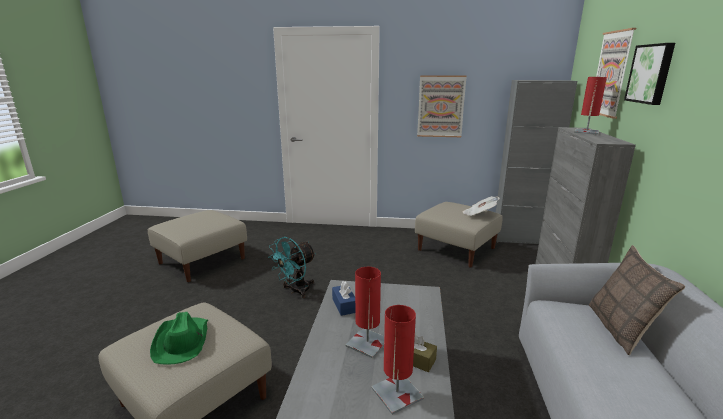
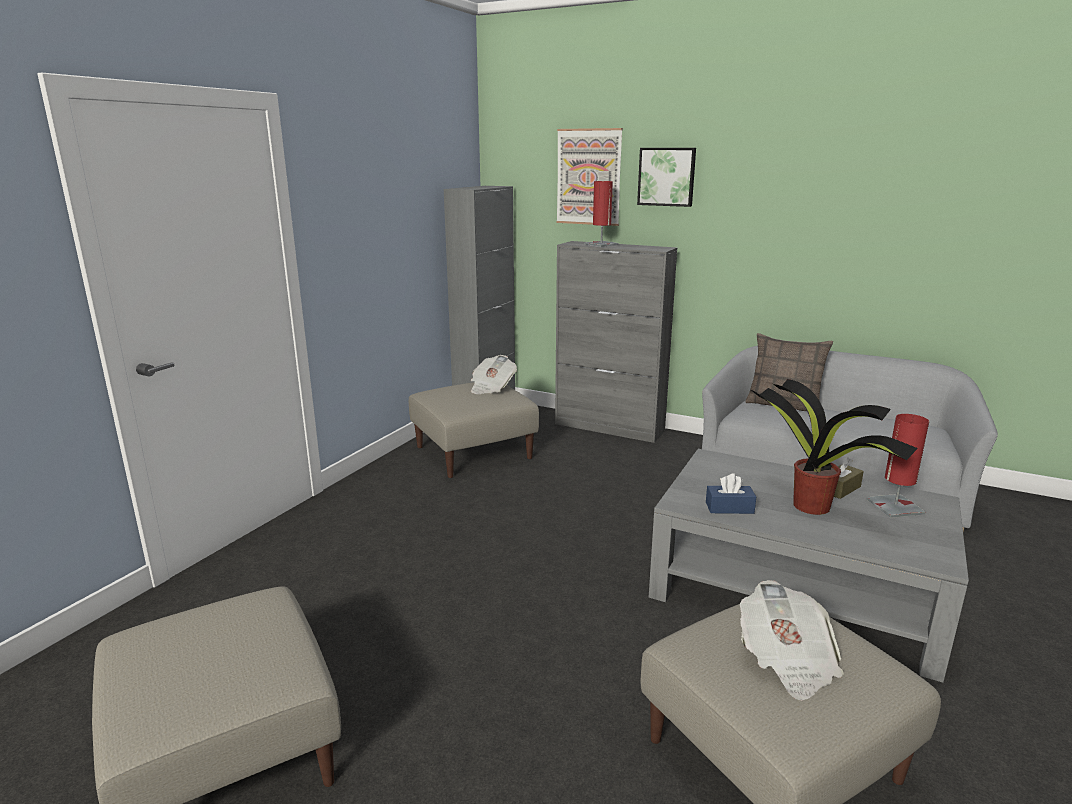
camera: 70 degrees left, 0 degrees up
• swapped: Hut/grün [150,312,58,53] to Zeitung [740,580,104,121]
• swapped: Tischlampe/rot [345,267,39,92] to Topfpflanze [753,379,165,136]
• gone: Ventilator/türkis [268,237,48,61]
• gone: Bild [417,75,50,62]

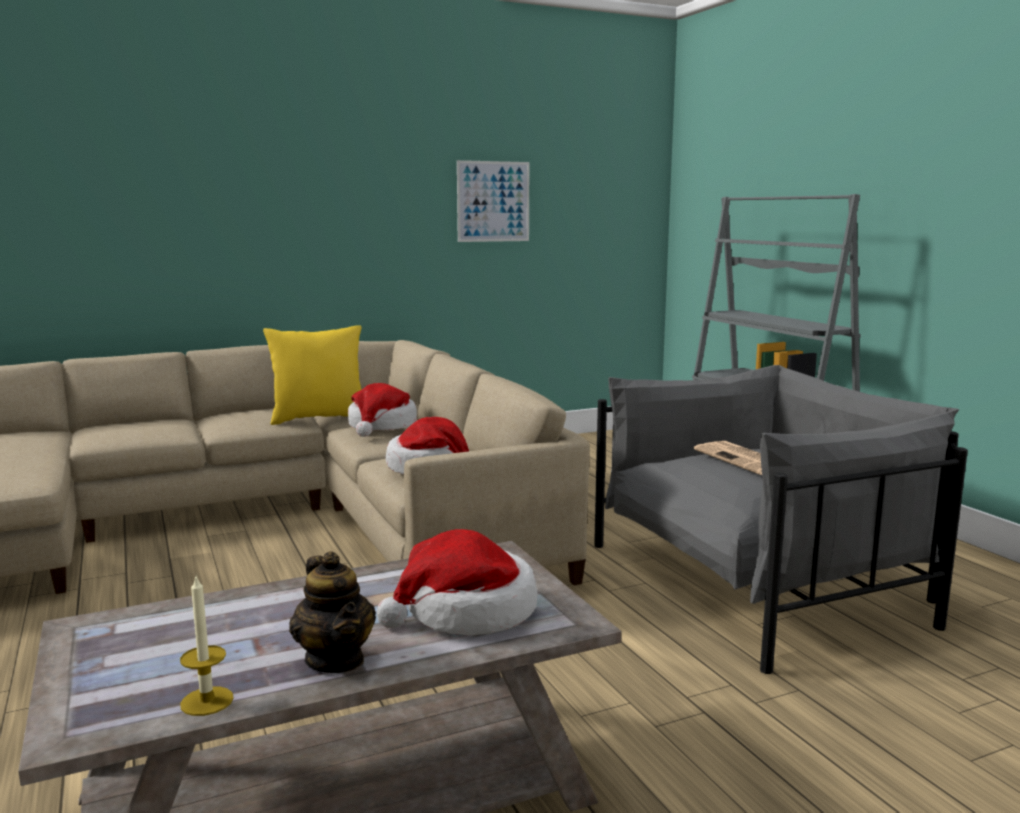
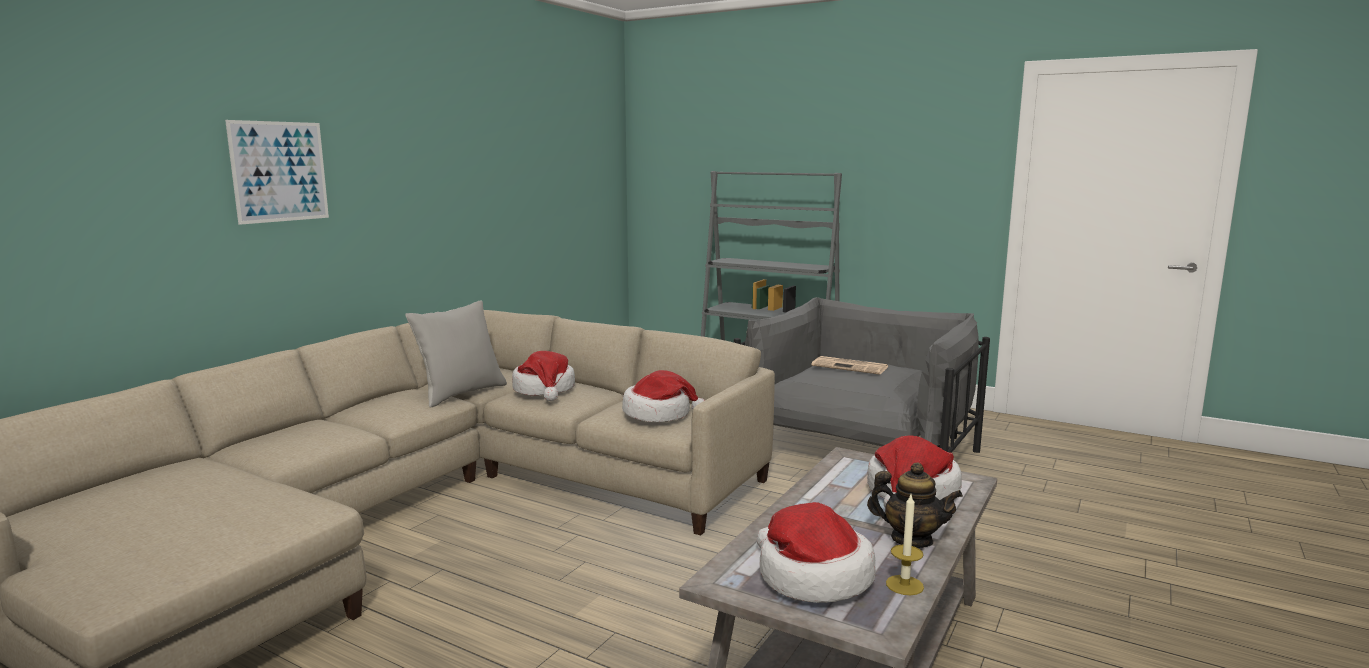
camera: 35 degrees left, 0 degrees up
• shifted: Bild [457,160,72,82] to [225,120,104,105]
• repainted: Kissen/gelb [263,325,98,100] to Kissen/grau [405,301,102,107]
• new: Hut [757,502,119,101]

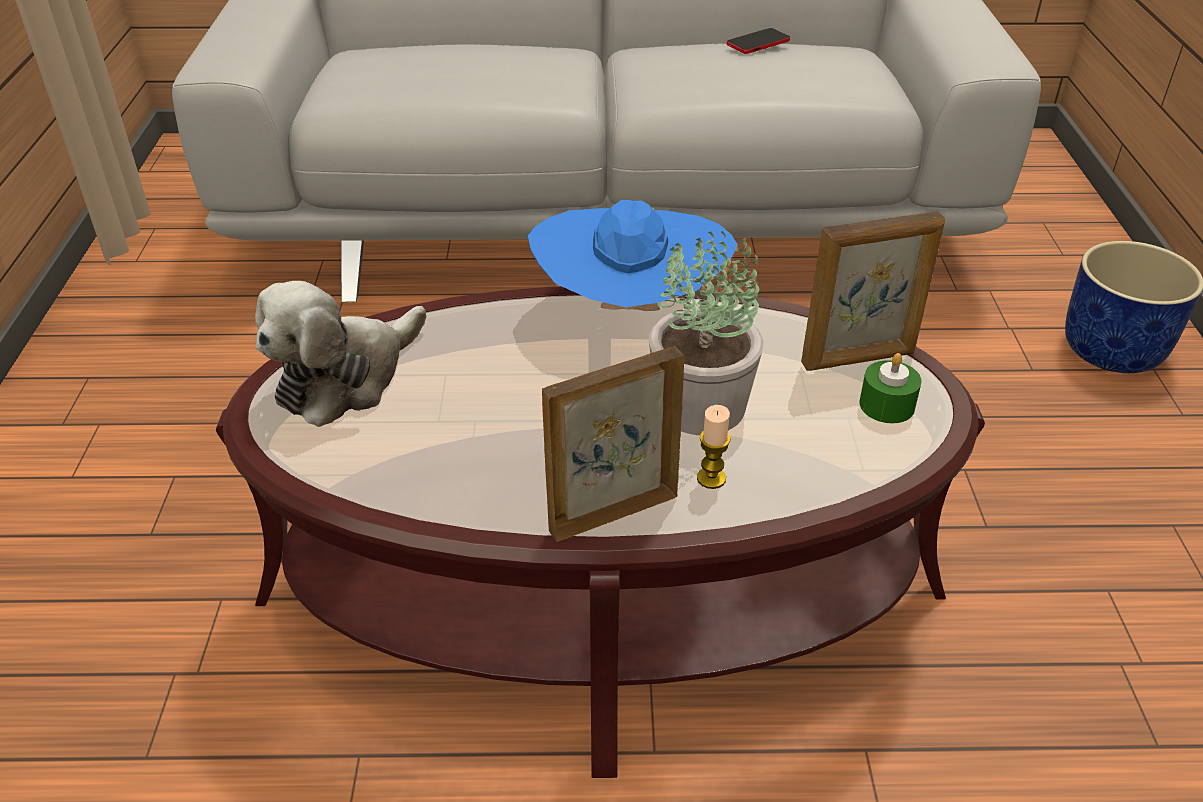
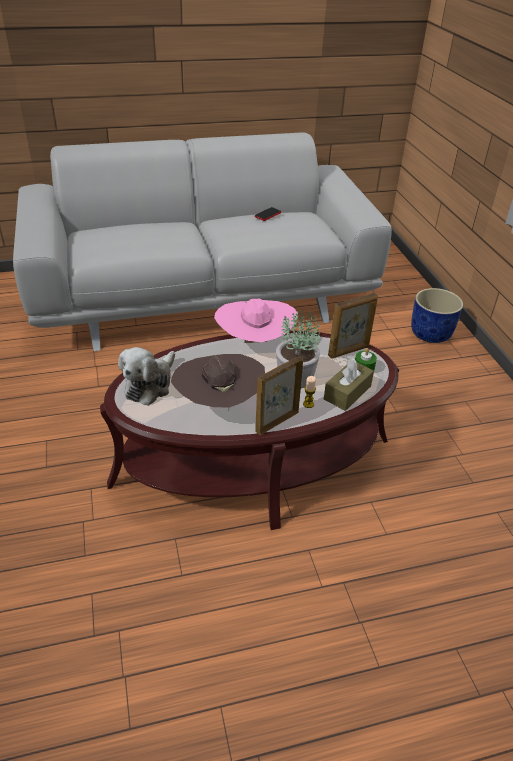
camera: 15 degrees left, 0 degrees up
• new: Hut/braun [171,354,94,57]
• repainted: Hut/blau [528,200,210,111] to Hut/rosa [214,299,83,44]
• new: Taschentuchbox/braun [324,358,50,53]

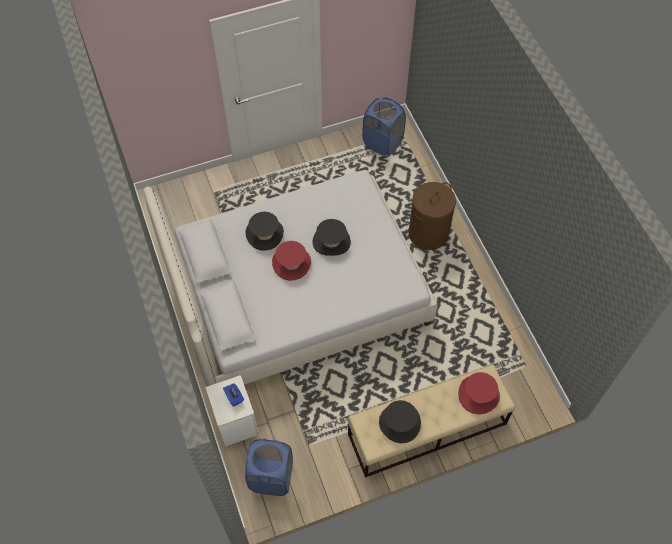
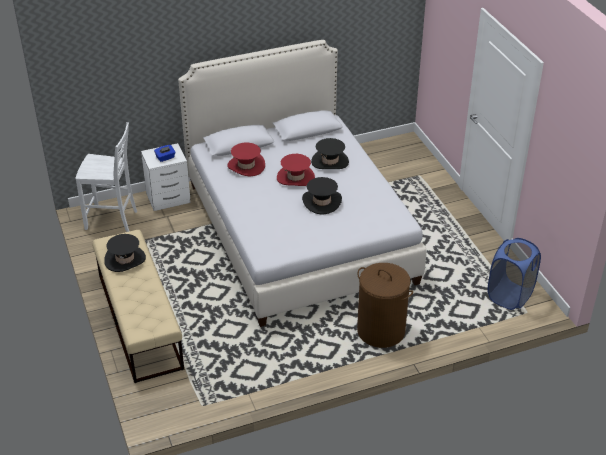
camera: 90 degrees right, 20 degrees down
• swapped: Wäschekorb/blau [245,439,48,57] to Stuhl/weiß [76,122,61,110]
• shifted: Hut/rot [458,372,42,42] to [228,142,37,35]

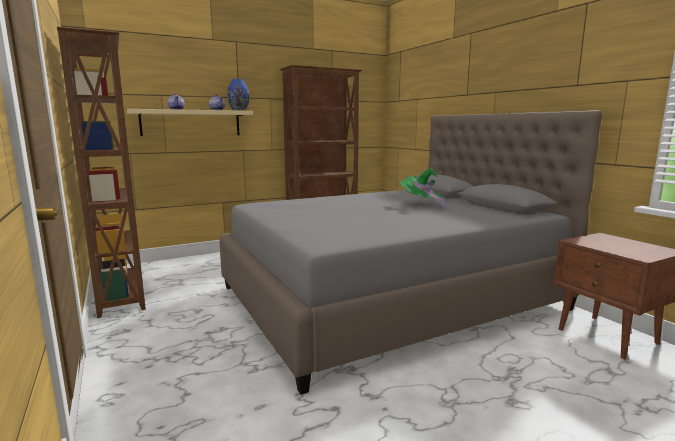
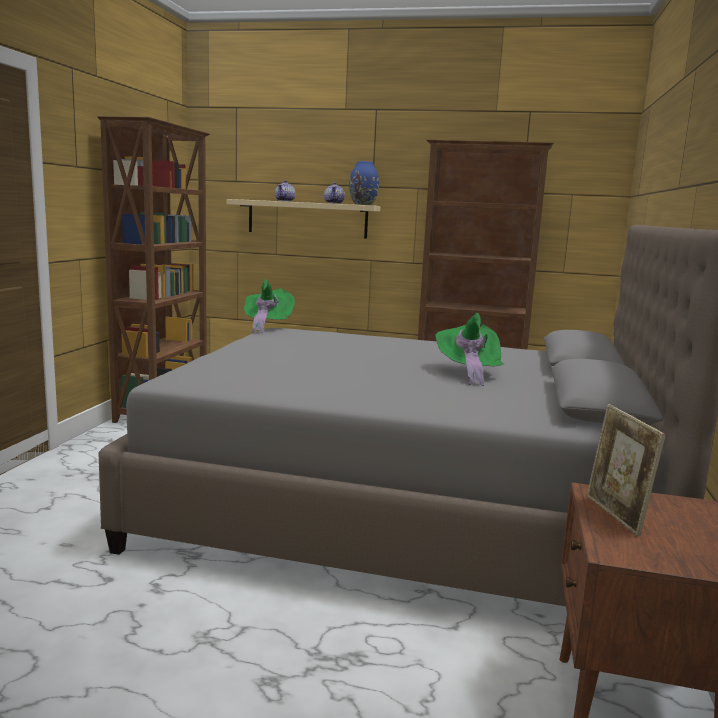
camera: 40 degrees right, 0 degrees up
• new: Hut/grün [244,279,51,54]
• new: Bilderrahmen [586,404,80,132]

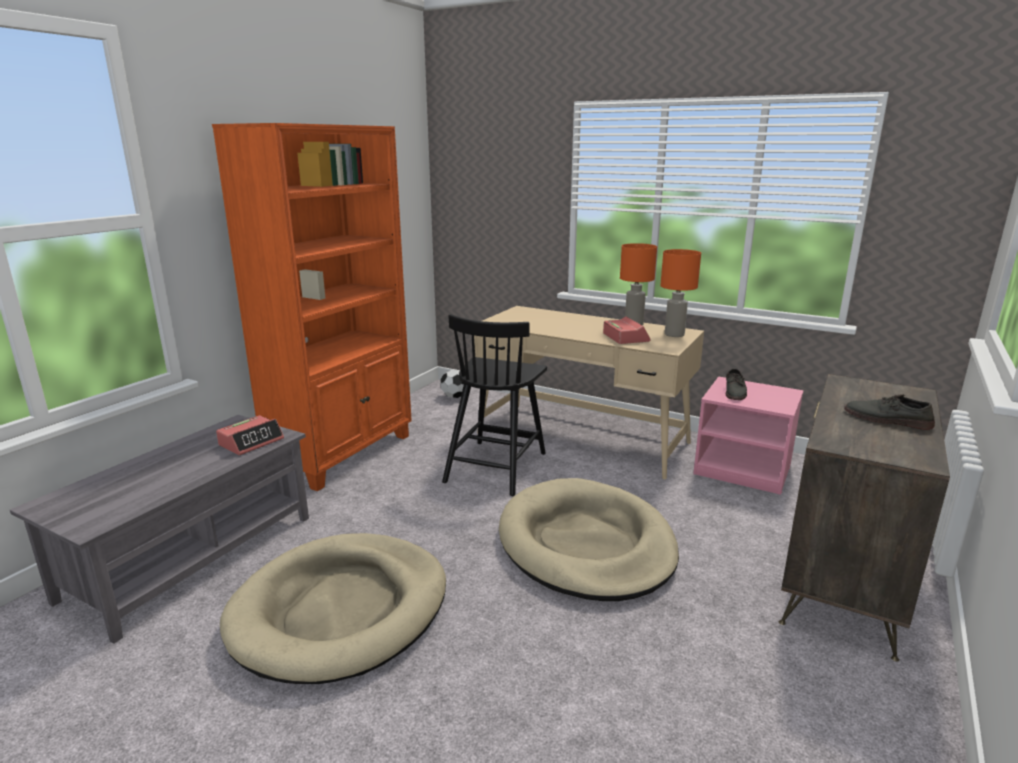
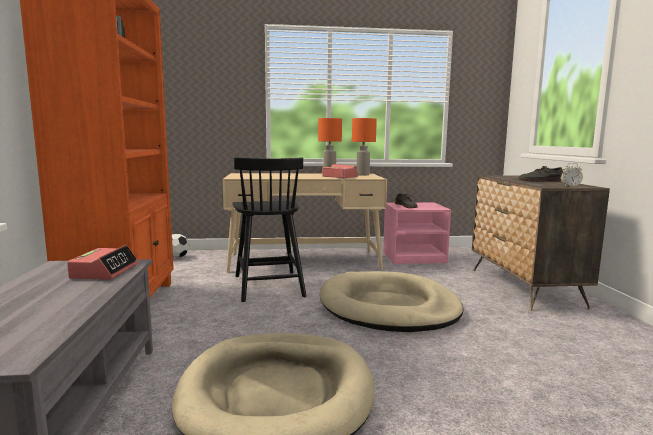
camera: 35 degrees left, 10 degrees down
• new: Wecker [561,163,22,24]

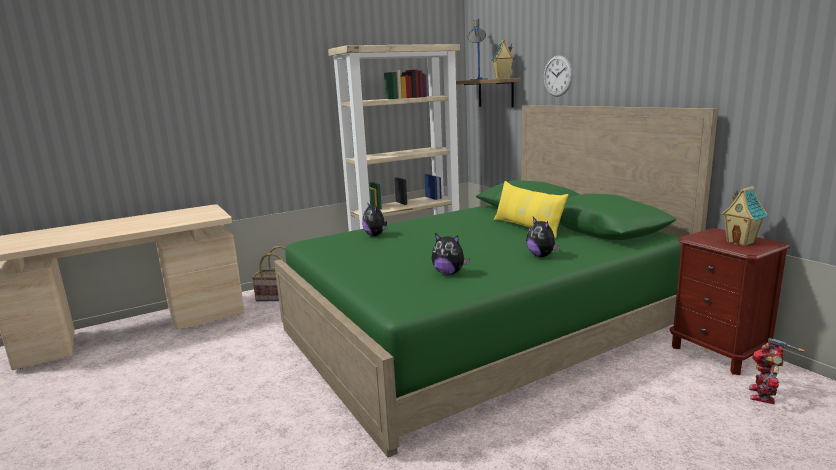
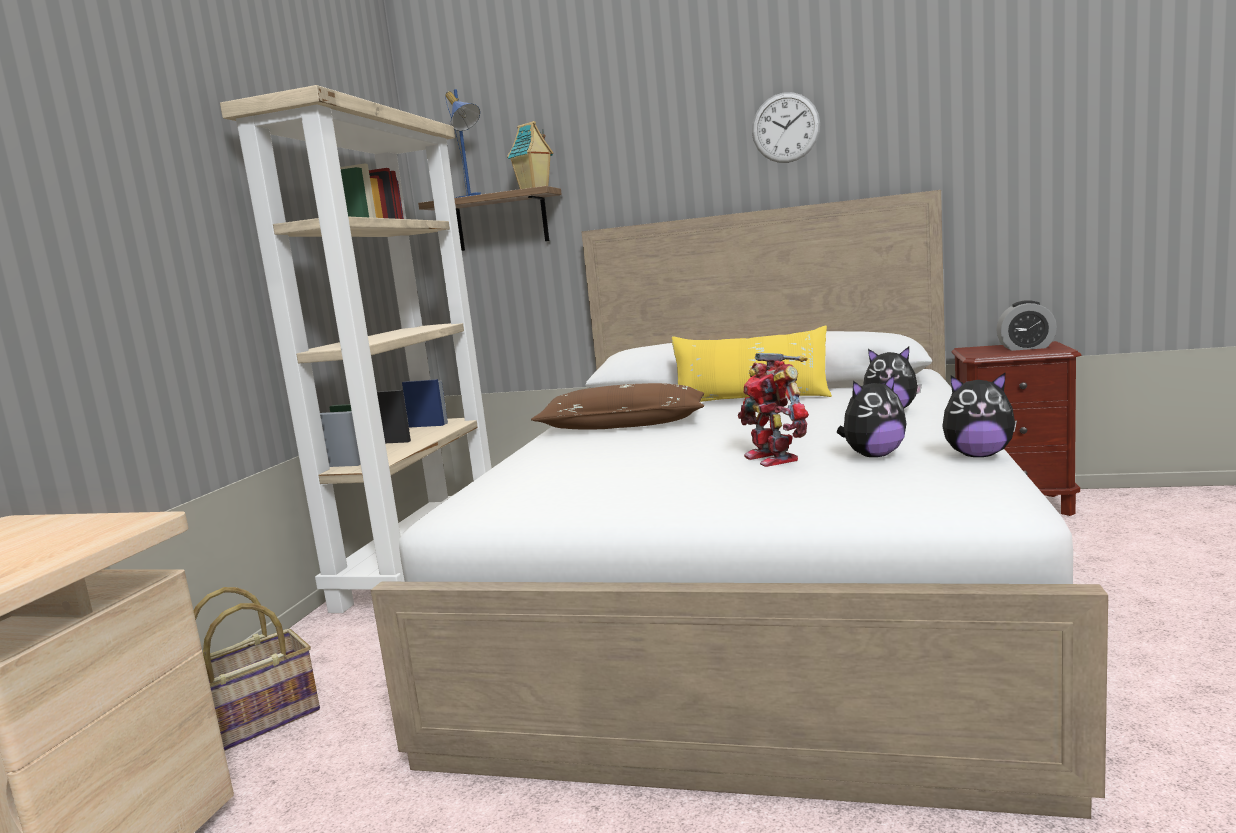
camera: 45 degrees left, 5 degrees down
• repainted: Bett/grün [274,105,444,352] to Bett/weiß [371,190,737,629]
• new: Kissen/braun [531,383,173,47]
• shifted: Spielzeugroboter [749,338,56,66] to [738,353,71,114]
• shifted: Wanduhr [544,55,29,42] to [752,92,68,71]
• shifted: Plüschtier [362,202,25,34] to [942,373,75,84]
• swapped: Spielzeughaus [721,186,47,60] to Wecker [996,300,61,51]

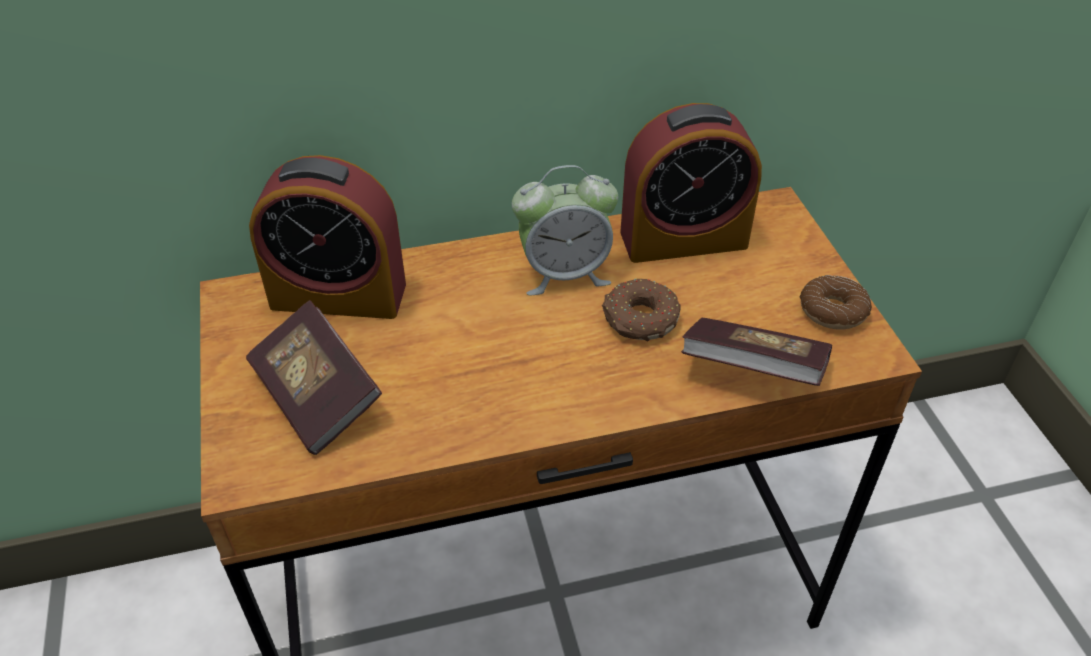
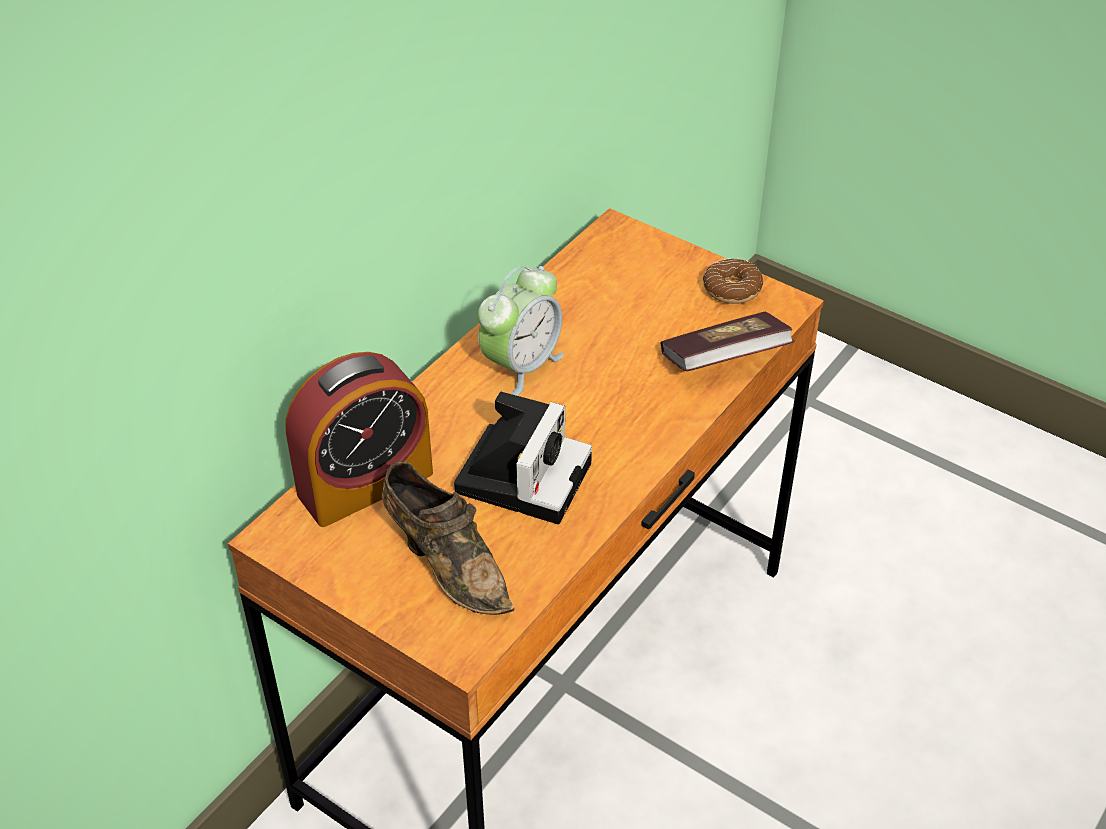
camera: 40 degrees left, 0 degrees up
• swapped: Buch [246,300,136,155] to Schuh/braun [382,462,133,153]
• new: Kamera [454,391,138,133]
• gone: Donut [602,278,79,63]
• gone: Wecker [620,103,142,160]

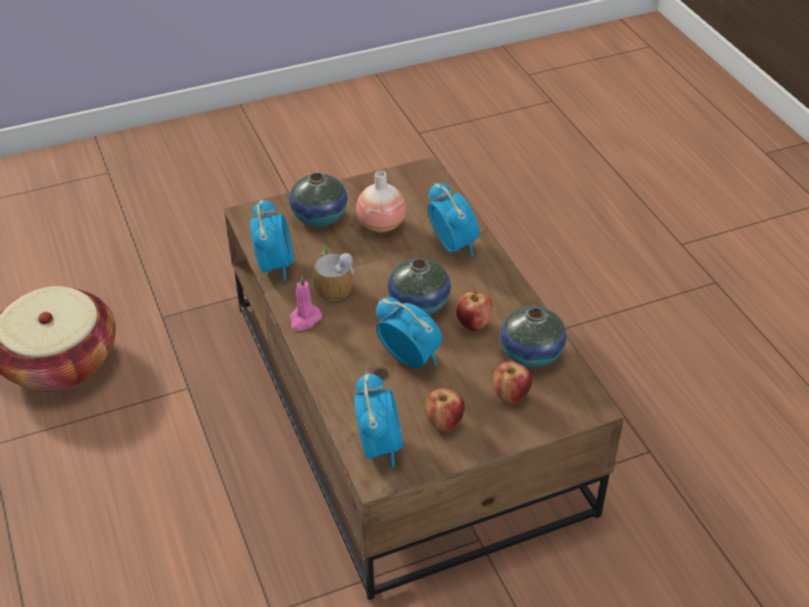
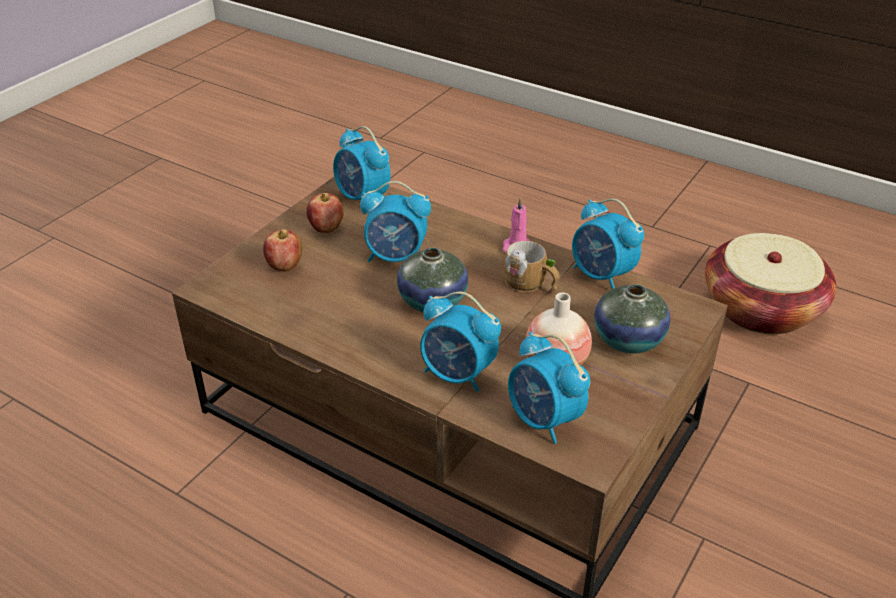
camera: 145 degrees right, 5 degrees down
• new: Wecker [508,332,82,112]
• gone: Apfel [456,291,37,40]
• gone: Vase [500,306,67,61]

